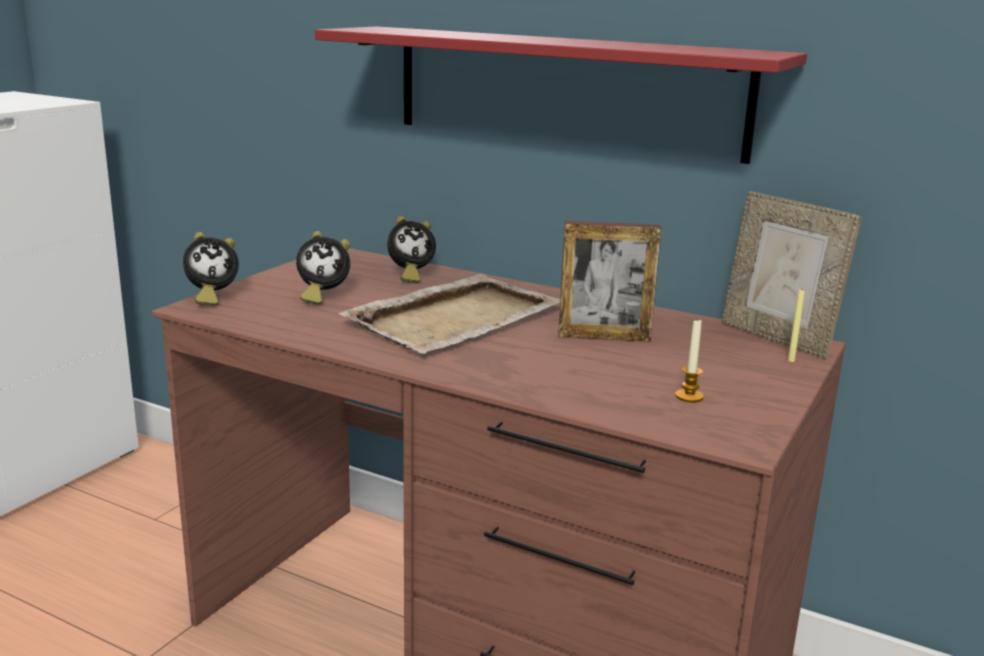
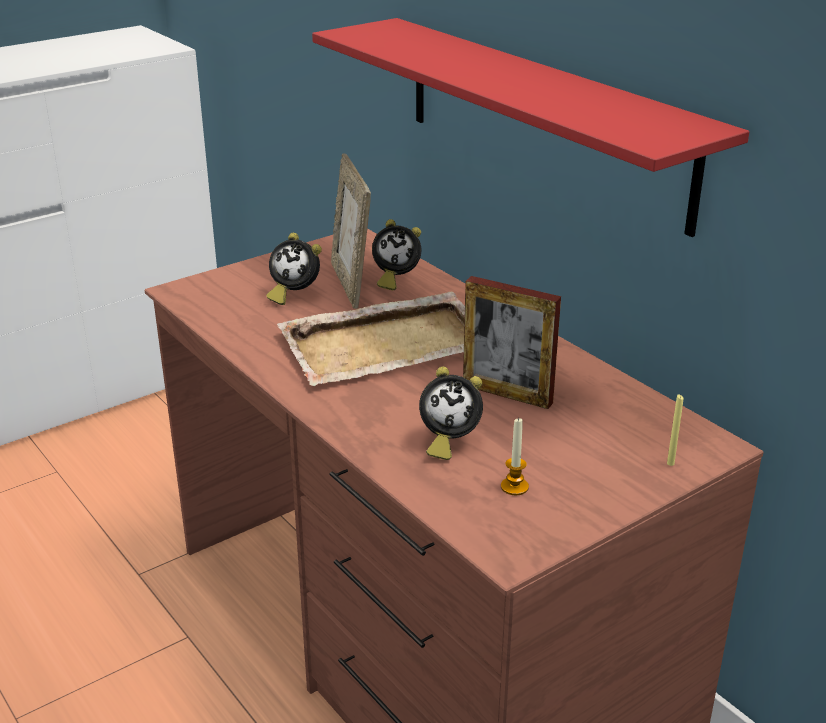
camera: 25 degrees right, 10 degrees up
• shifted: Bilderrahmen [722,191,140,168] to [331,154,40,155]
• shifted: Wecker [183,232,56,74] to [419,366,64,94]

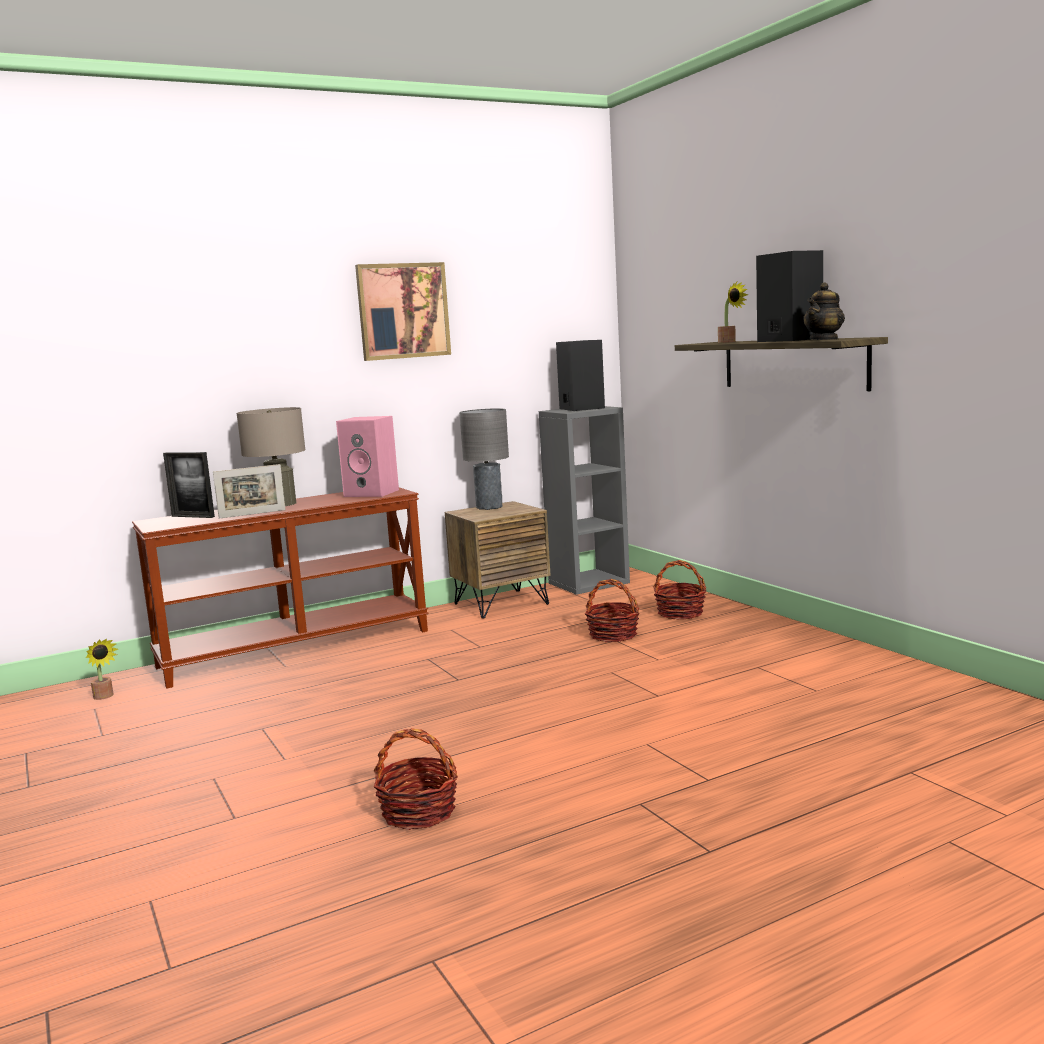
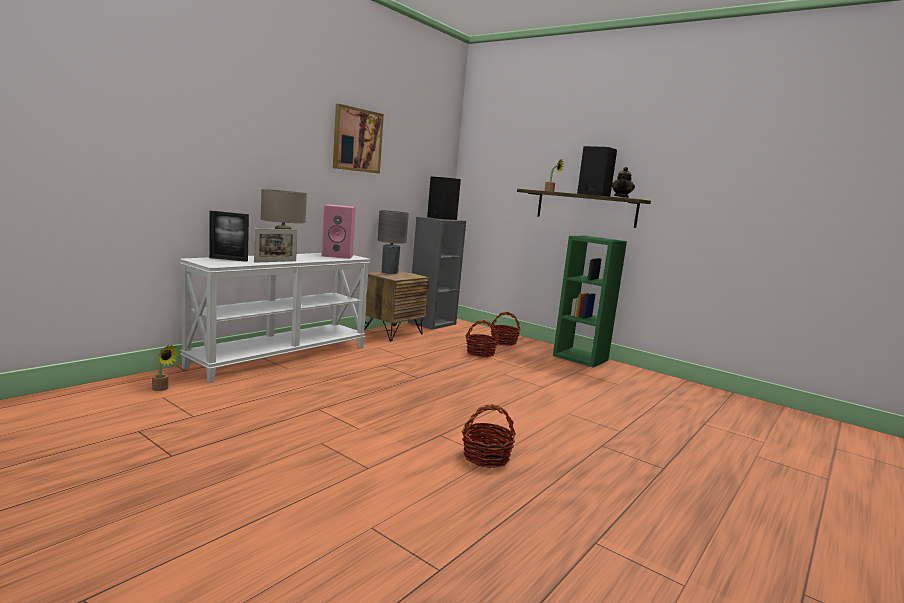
camera: 25 degrees left, 0 degrees up
• repainted: Konsolentisch/braun [132,487,297,202] to Konsolentisch/weiß [180,253,191,130]
• new: Bücherregal/grün [553,236,74,131]

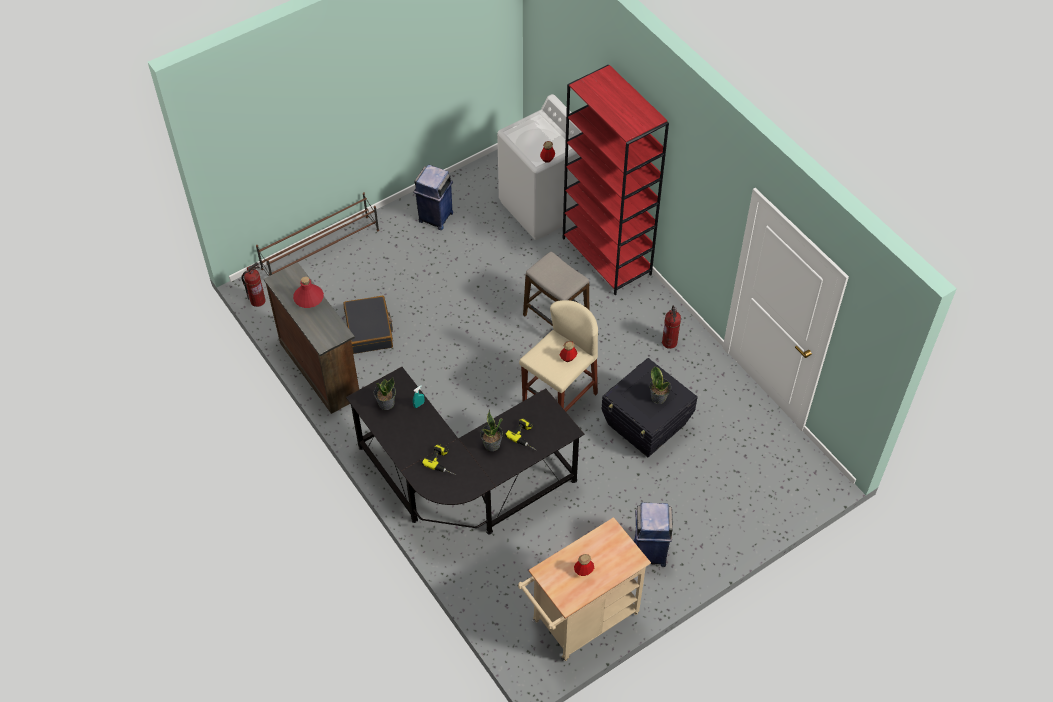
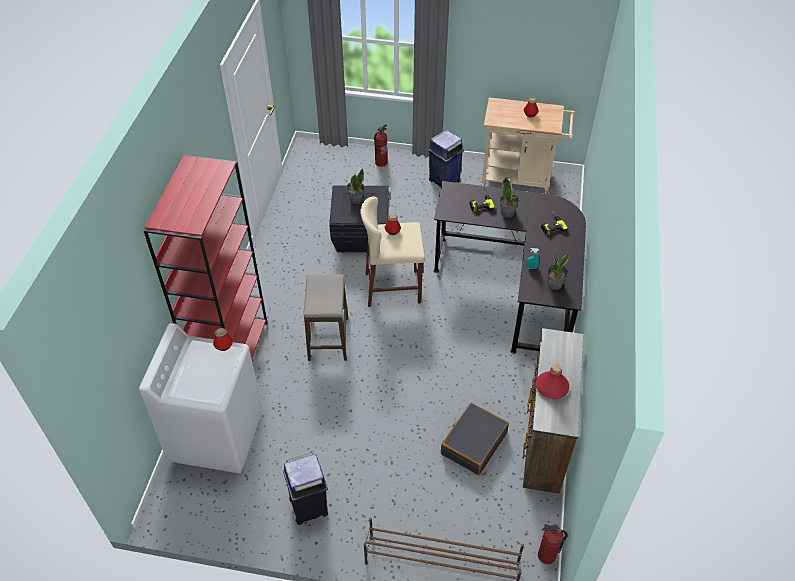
camera: 135 degrees left, 5 degrees down
• shifted: Feuerlöscher [662,306,19,43] to [374,124,13,43]

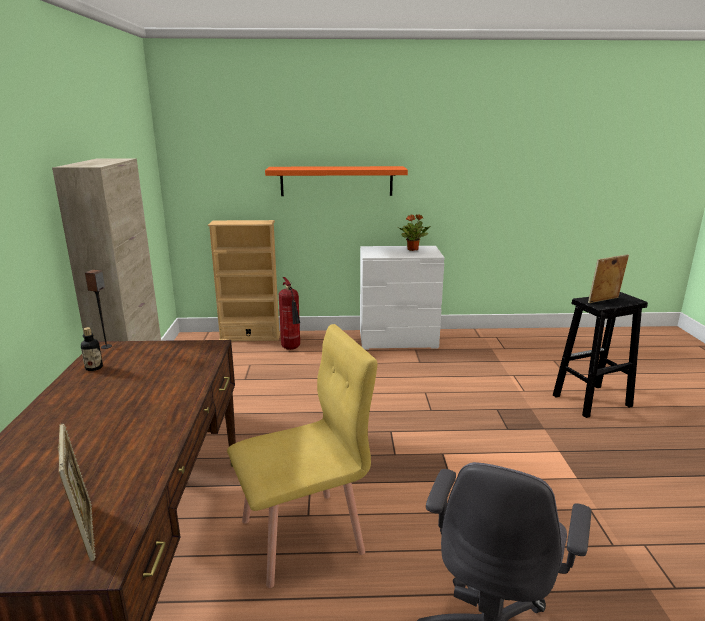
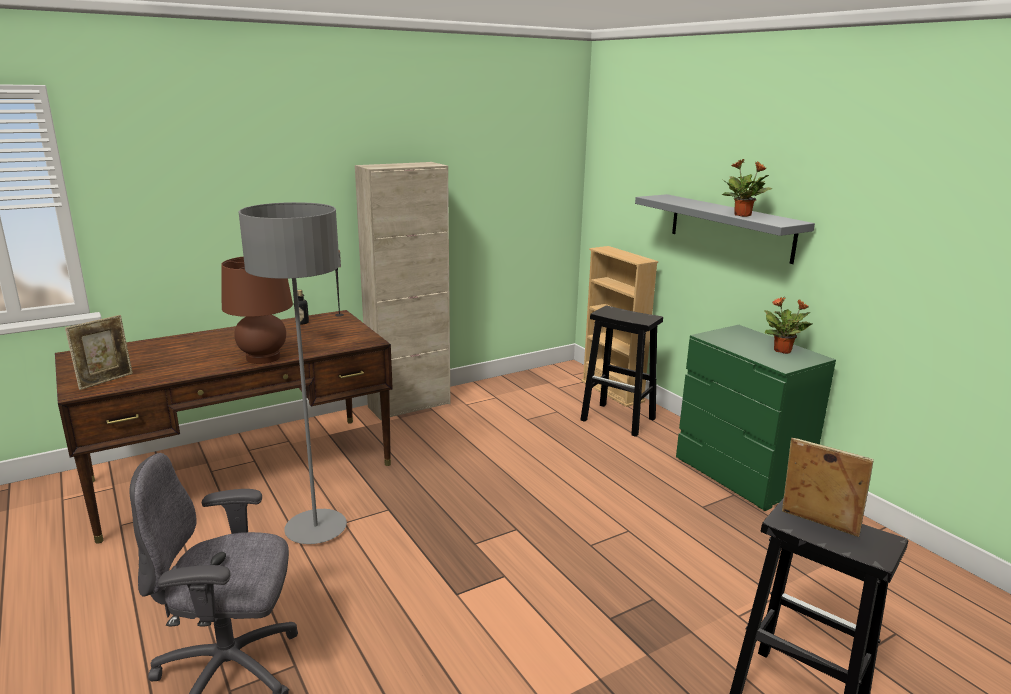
camera: 60 degrees right, 0 degrees up
• new: Tischlampe/braun [221,256,72,108]
• swapped: Stuhl/gelb [227,324,150,264] to Stehlampe/grau [238,202,109,342]
• swapped: Feuerlöscher [279,277,21,73] to Hocker/schwarz [580,306,83,131]
• repainted: Wandregal/orange [265,166,143,30] to Wandregal/grau [635,194,180,70]
• repainted: Kommode/weiß [360,246,85,103] to Kommode/grün [676,325,160,186]
• new: Topfpflanze [722,159,51,58]

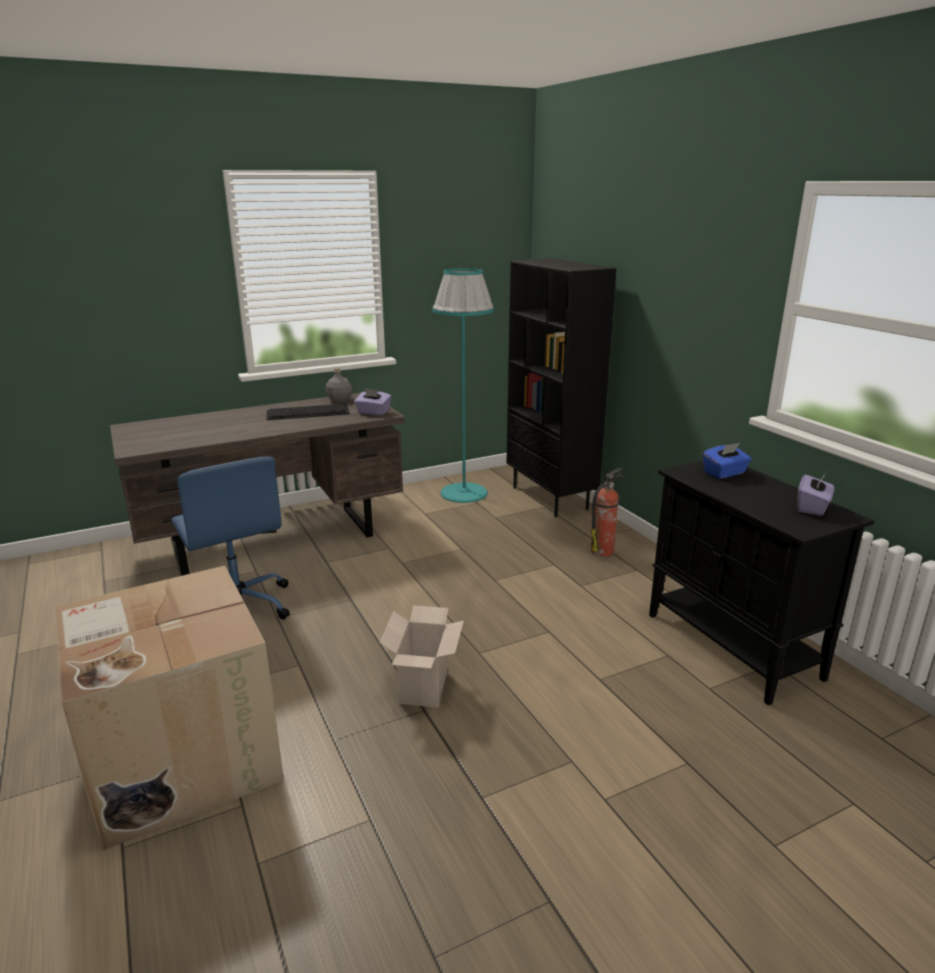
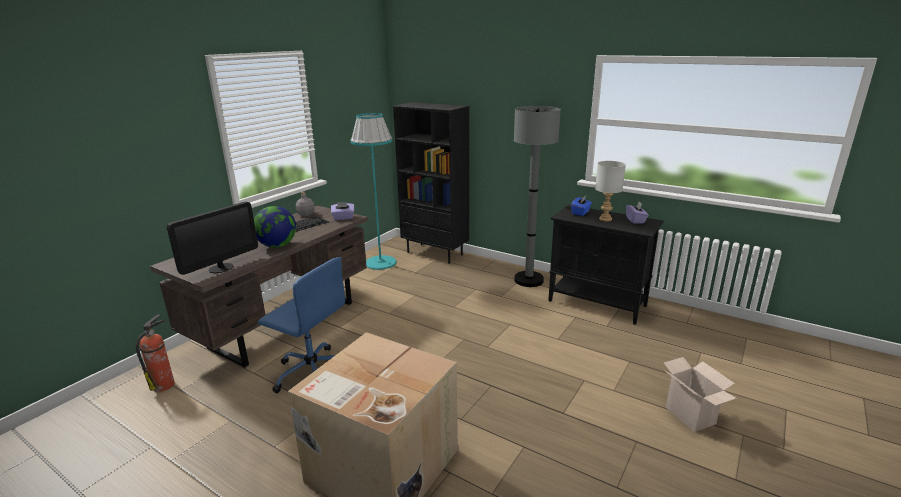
camera: 30 degrees left, 0 degrees up
• shifted: Feuerlöscher [591,468,33,89] to [136,315,39,77]
• new: Monitor [167,202,91,73]
• new: Globus [254,206,42,41]
• new: Stehlampe/grau [514,106,47,181]
• new: Tischlampe/grau [595,161,31,61]
• shifted: Karton [379,605,85,103] to [664,357,72,75]

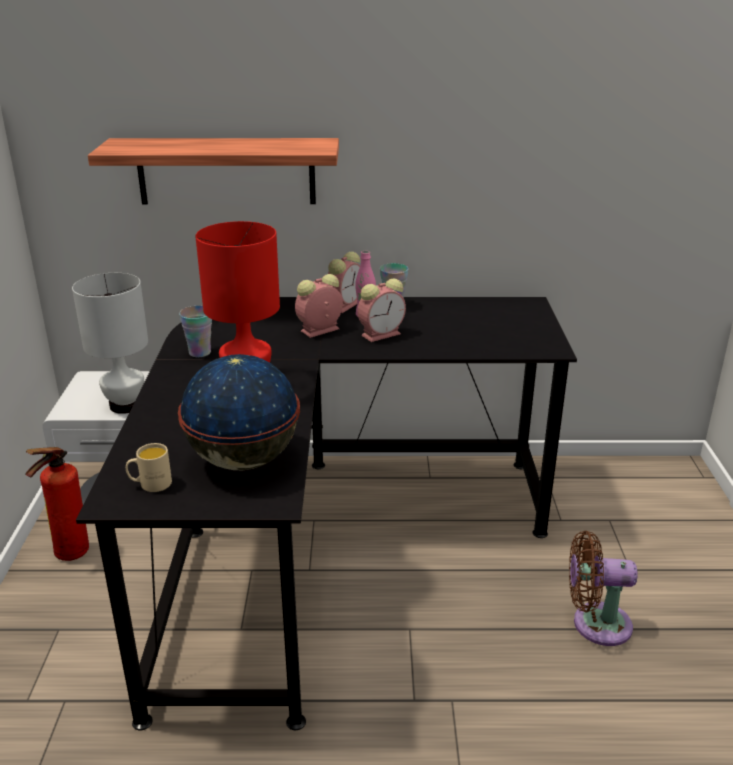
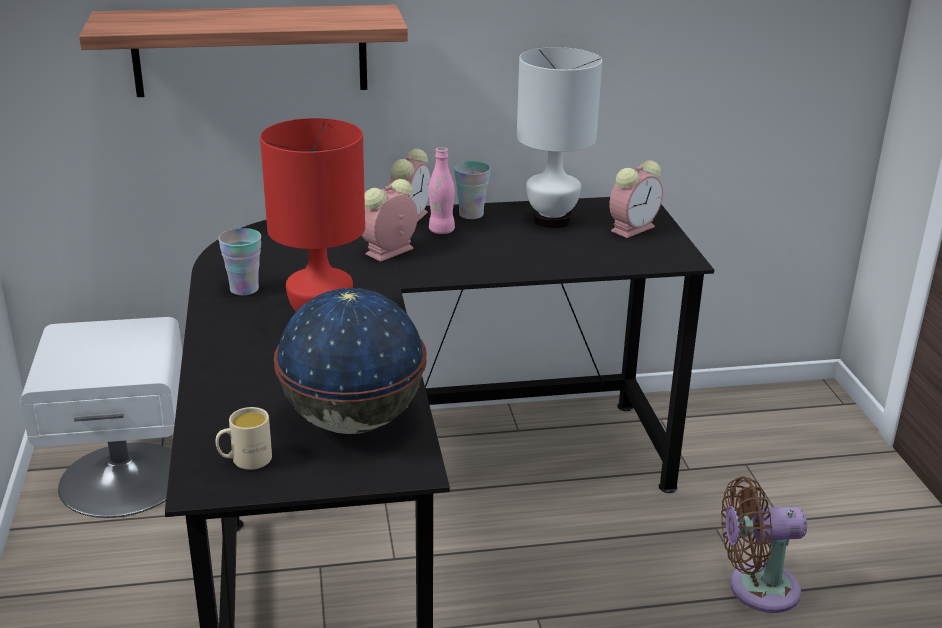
camera: 10 degrees left, 0 degrees up
• shifted: Tischlampe/weiß [72,273,76,141] to [517,47,85,181]
• shifted: Wecker [357,278,49,64] to [609,160,54,78]
• gone: Feuerlöscher [25,447,64,114]

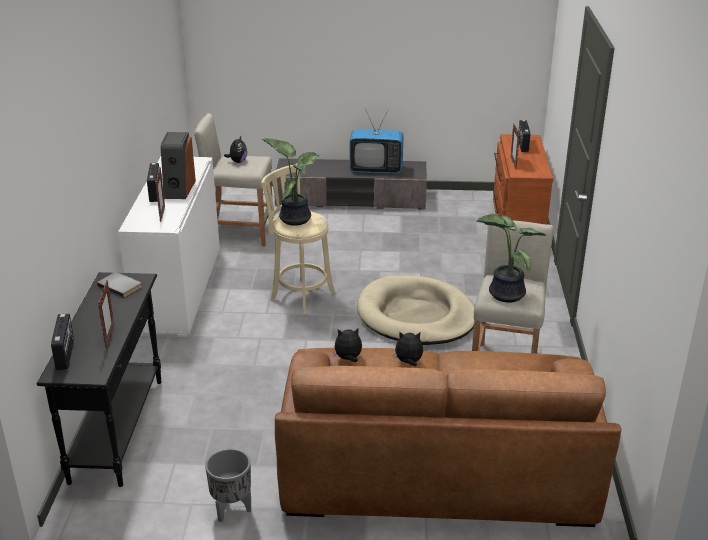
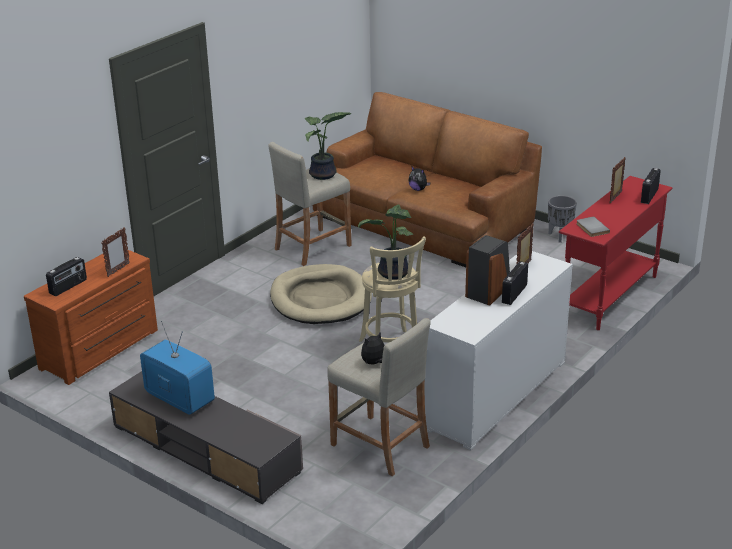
camera: 145 degrees left, 0 degrees up
• repainted: Konsolentisch/schwarz [37,272,125,215] to Konsolentisch/rot [559,176,113,154]
• gone: Plüschtier [333,328,29,34]

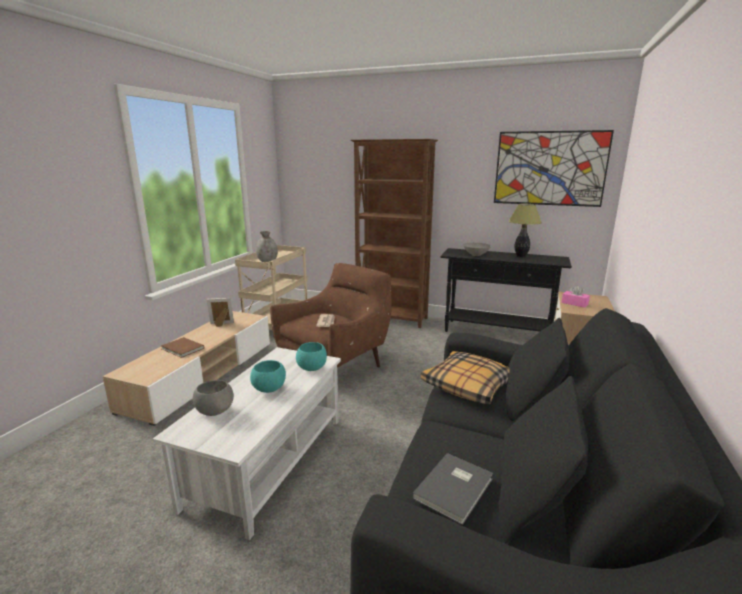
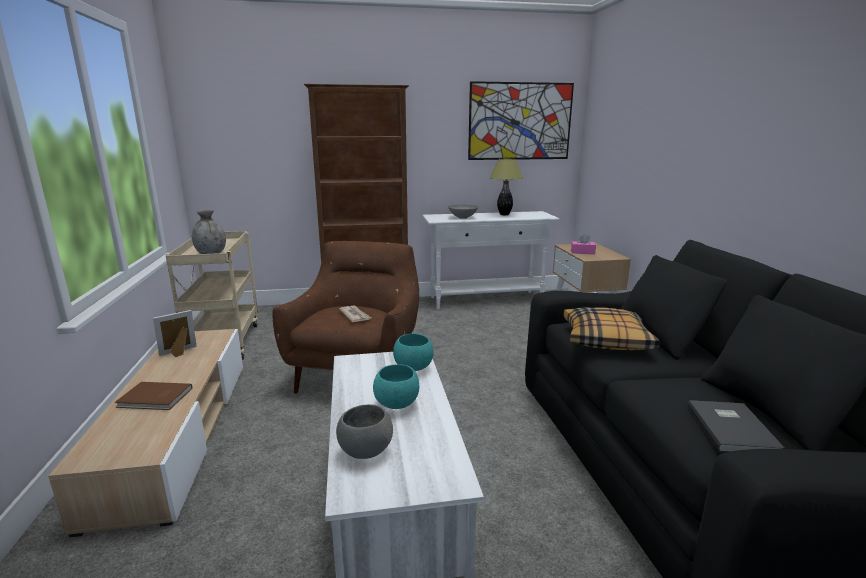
camera: 30 degrees left, 0 degrees up
• repainted: Konsolentisch/schwarz [440,248,132,84] to Konsolentisch/weiß [422,211,138,98]

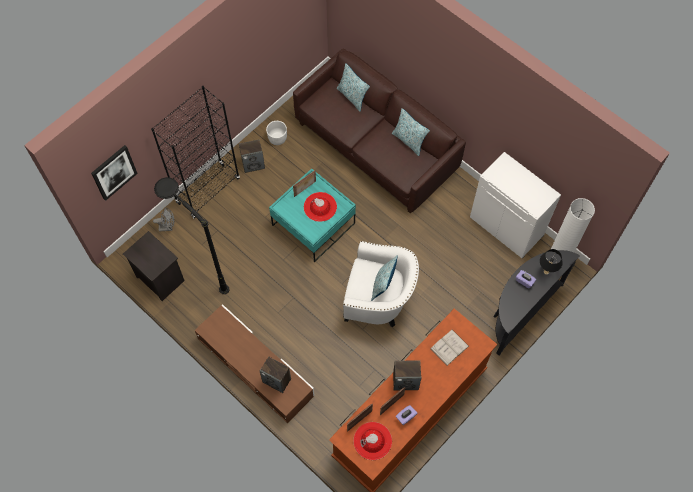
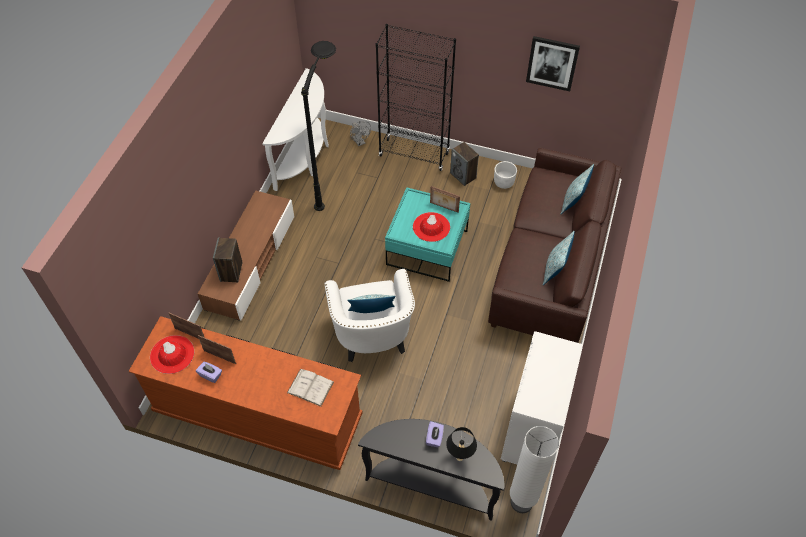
camera: 65 degrees right, 10 degrees down
• swapped: Nachttisch/schwarz [123,231,62,70] to Konsolentisch/weiß [262,68,67,123]
• shifted: Bild [91,145,47,56] to [526,36,54,55]
• gone: Lautsprecher [393,360,28,31]

